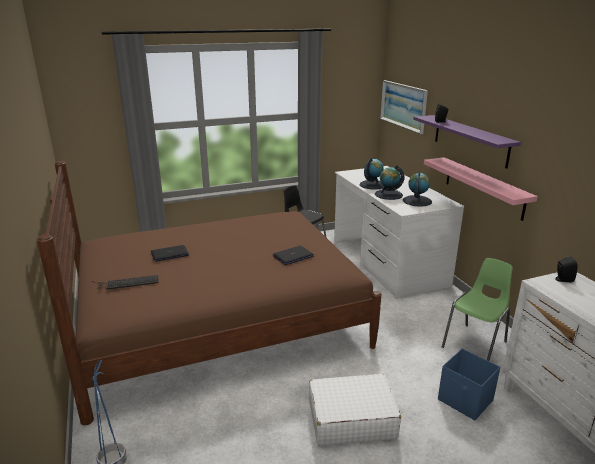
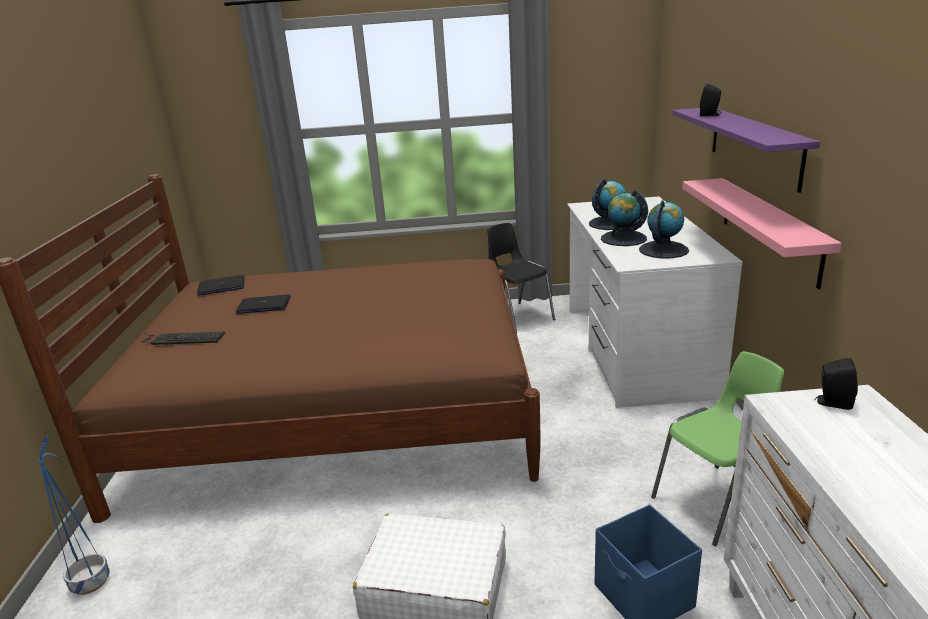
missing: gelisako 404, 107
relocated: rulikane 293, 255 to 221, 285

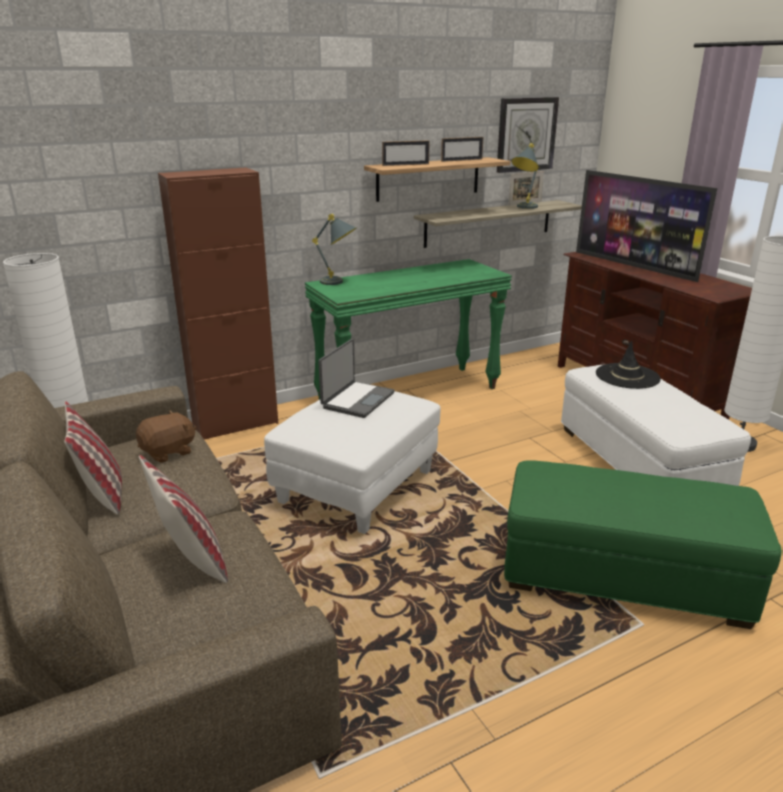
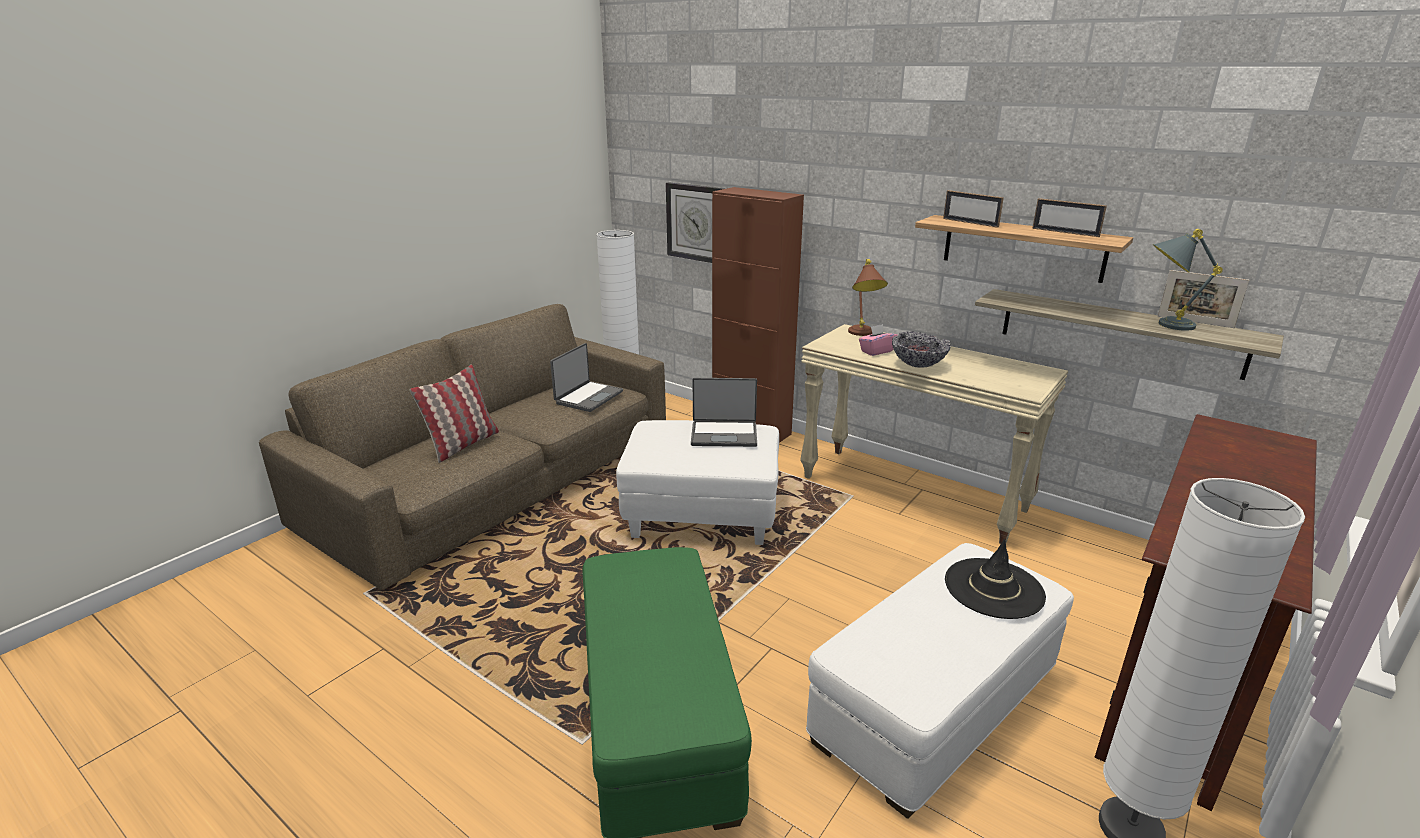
missing: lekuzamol 93, 458; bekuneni 646, 226
appeared: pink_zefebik 878, 340; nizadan 921, 349
relocated: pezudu 528, 135 to 695, 222
exchanged: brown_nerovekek 166, 436 to rulikane 586, 377
colour: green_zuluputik 408, 329 to beige_zuluputik 934, 434; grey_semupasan 334, 249 to brown_semupasan 868, 297

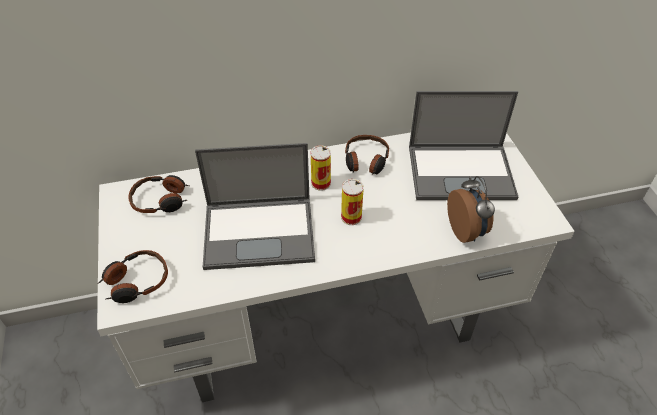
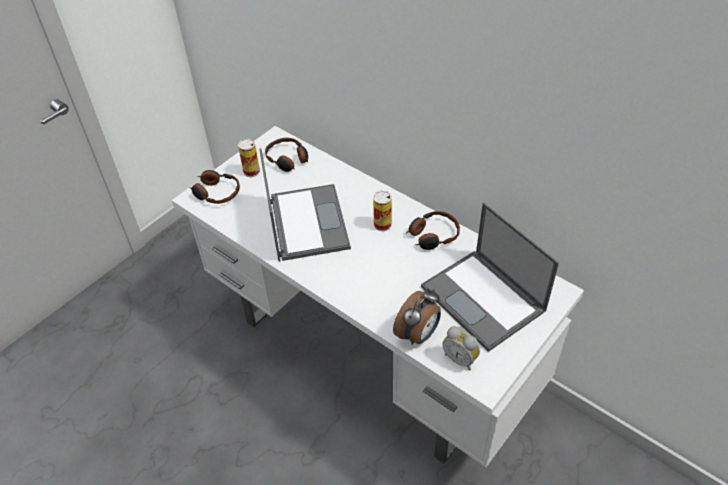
appeared: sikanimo 461, 348
relocated: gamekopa 352, 202 to 249, 158
spun: rulikane 255, 206 = 305, 204 150 degrees counterclockwise

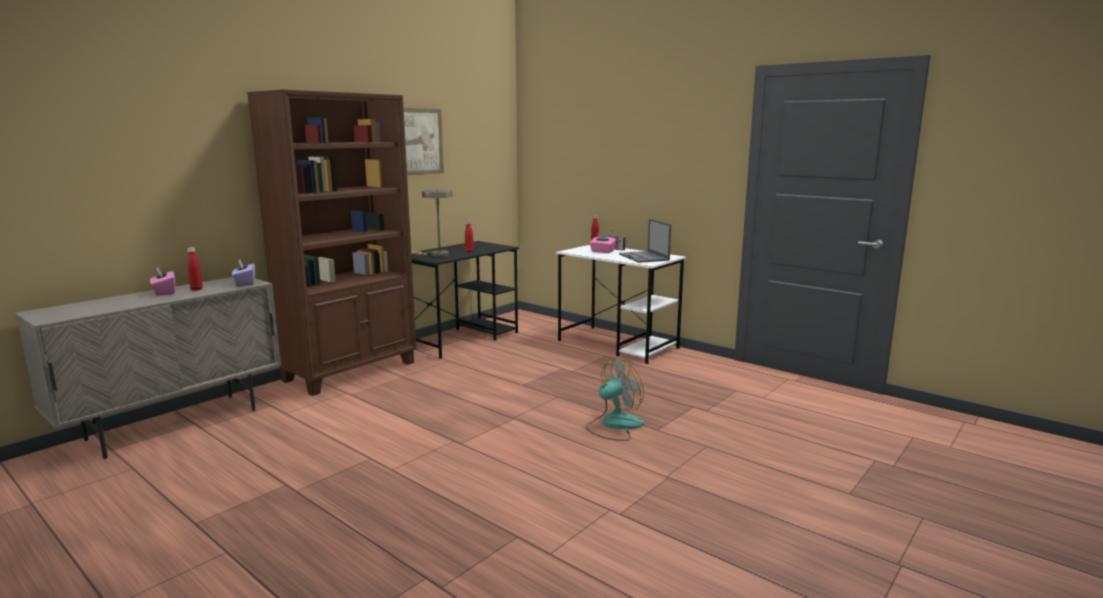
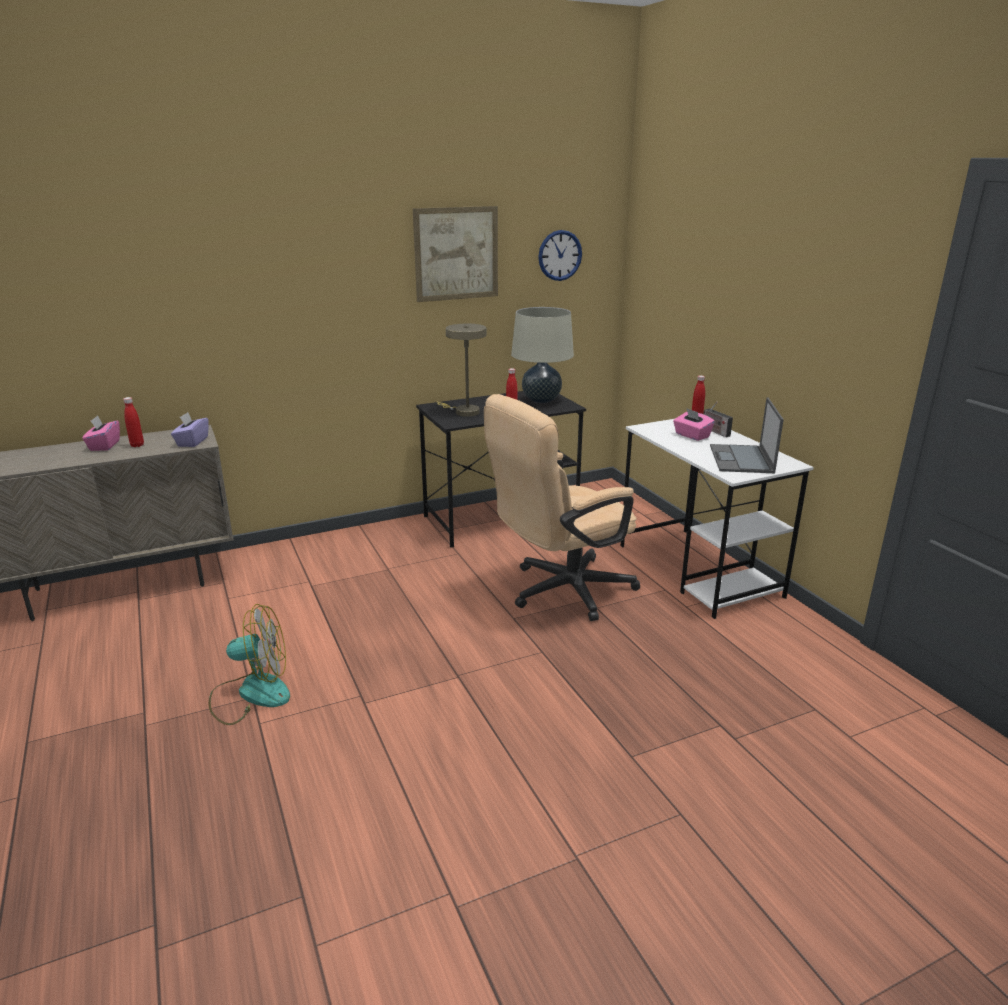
missing: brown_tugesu 331, 242
appeared: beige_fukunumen 562, 507; beige_semupasan 542, 355; pezudu 560, 255
relocated: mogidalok 615, 399 to 249, 664

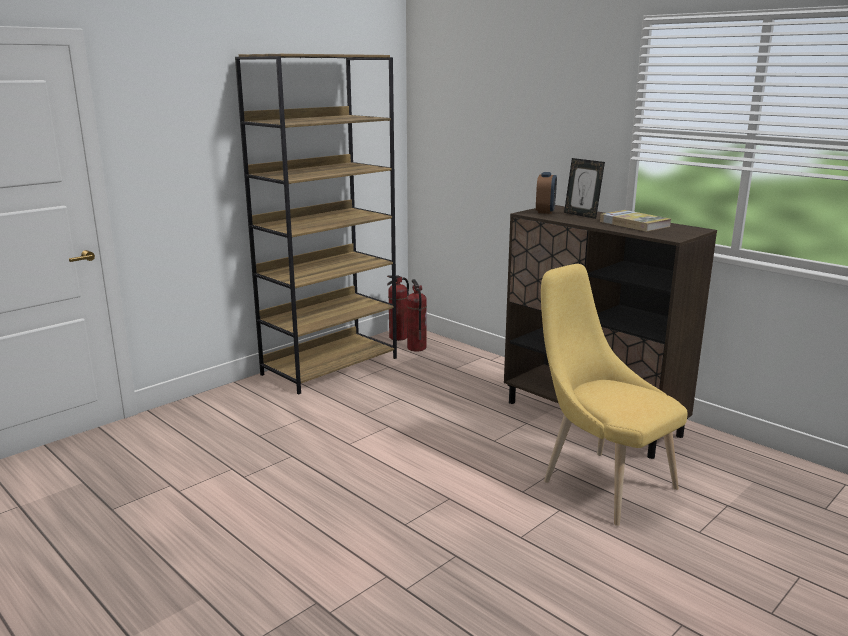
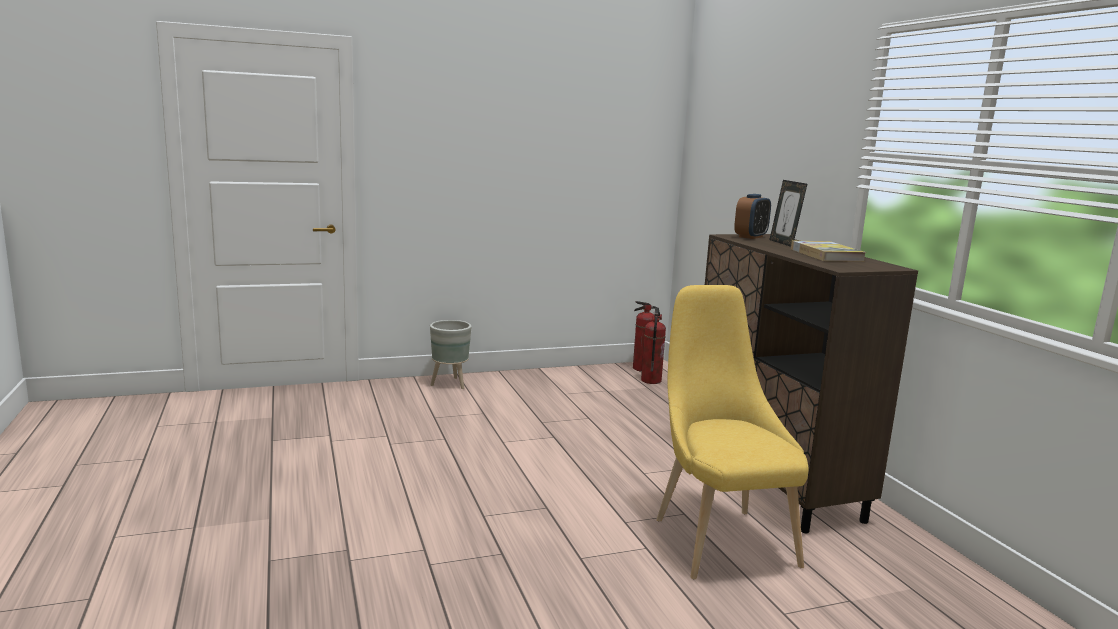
missing: brown_tugesu 316, 224
appeared: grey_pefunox 451, 354

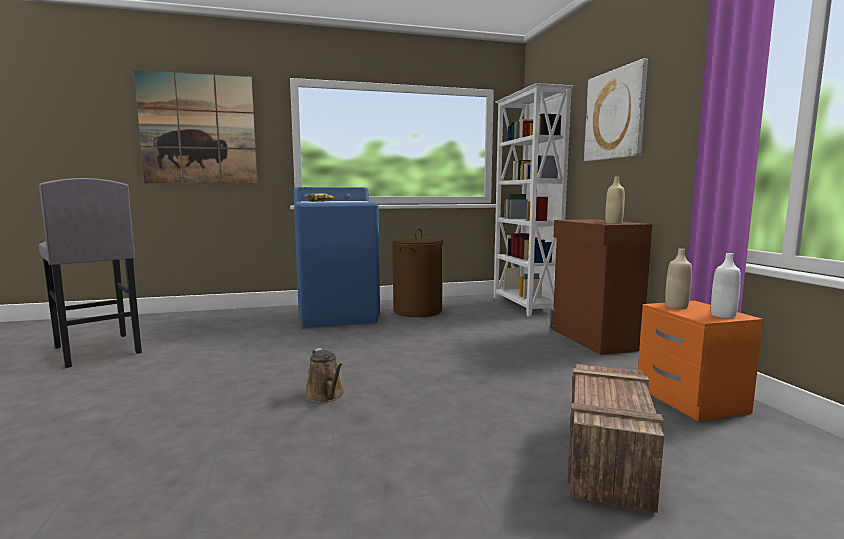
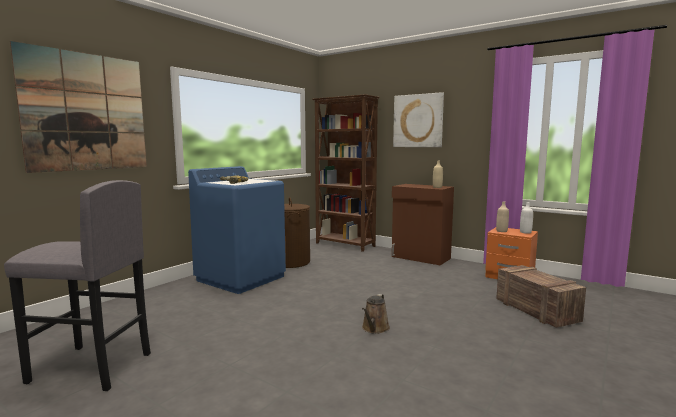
colour: white_tugesu 533, 200 to brown_tugesu 346, 173
spun: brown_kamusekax 324, 375 = 376, 314 90 degrees clockwise

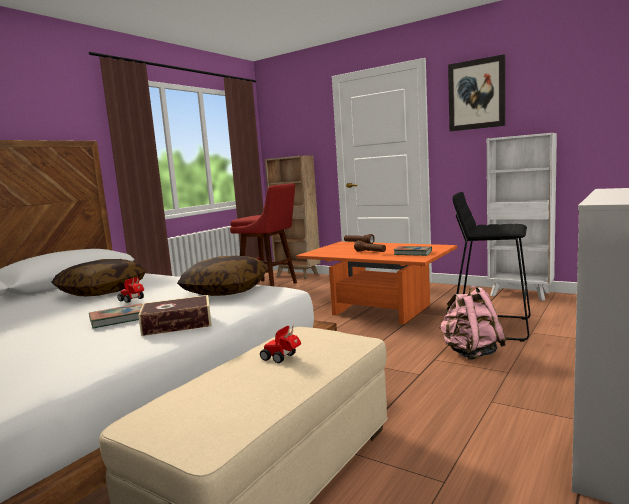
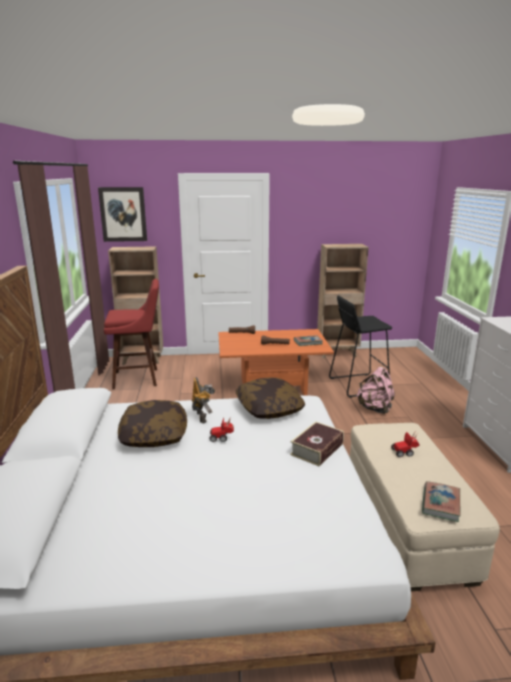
appeared: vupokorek 203, 400
relocated: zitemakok 116, 316 to 441, 501; gelisako 476, 93 to 122, 214
colour: white_tugesu 522, 217 to brown_tugesu 343, 301

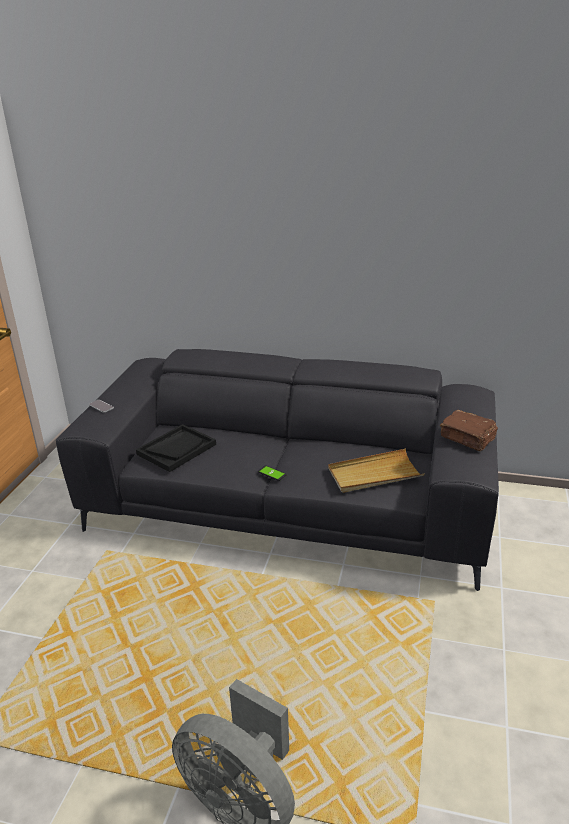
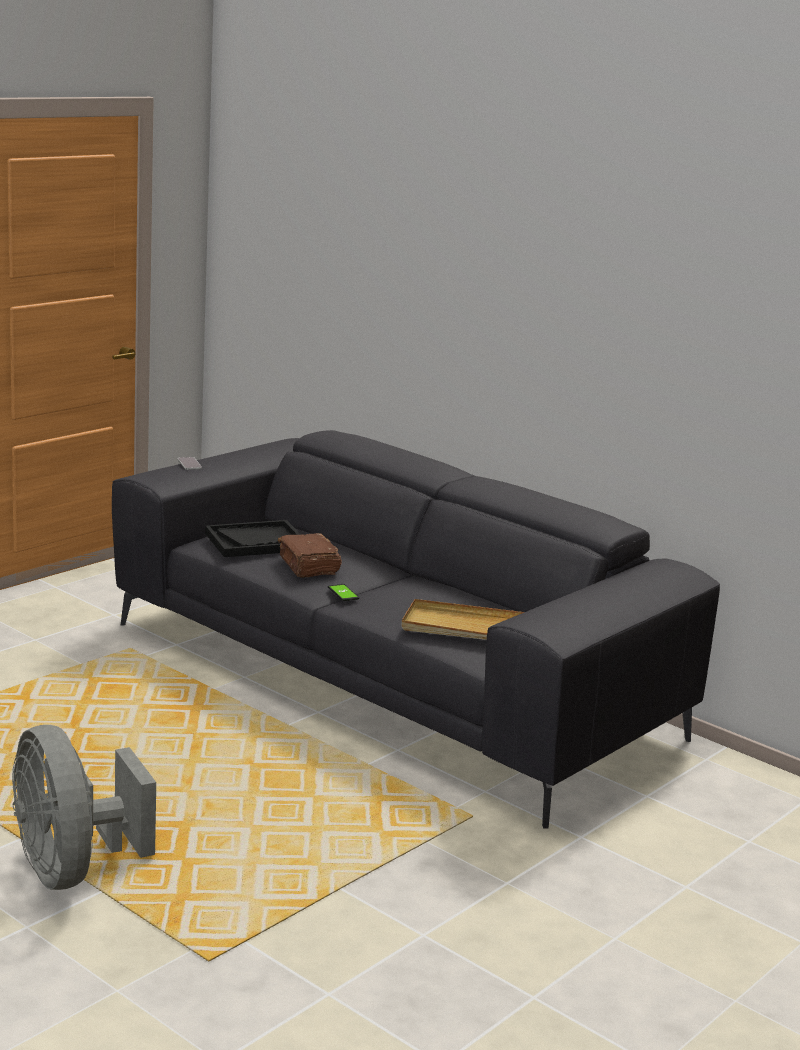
relocated: brown_zitemakok 469, 430 to 310, 555

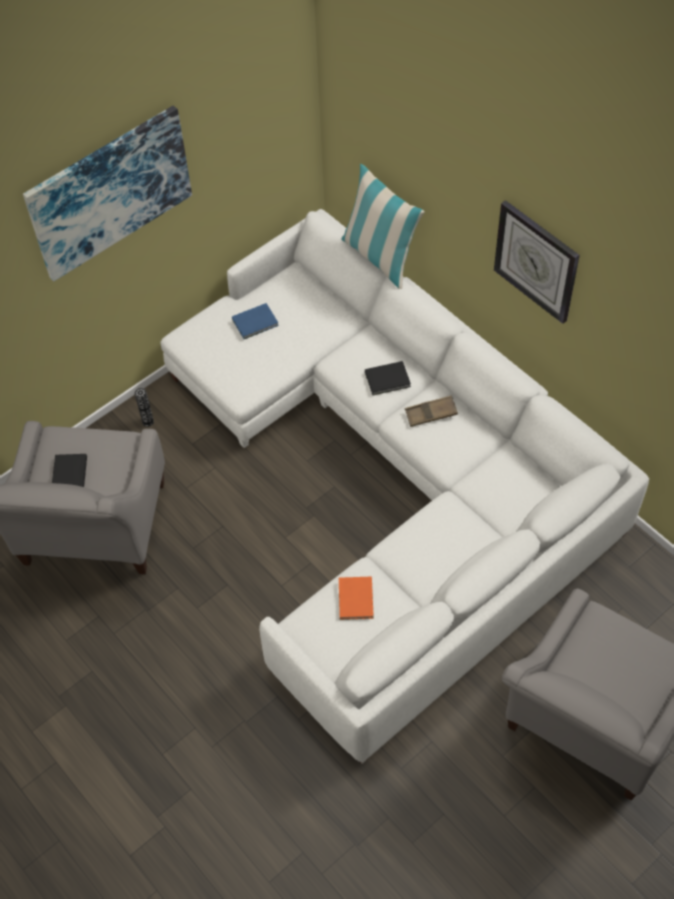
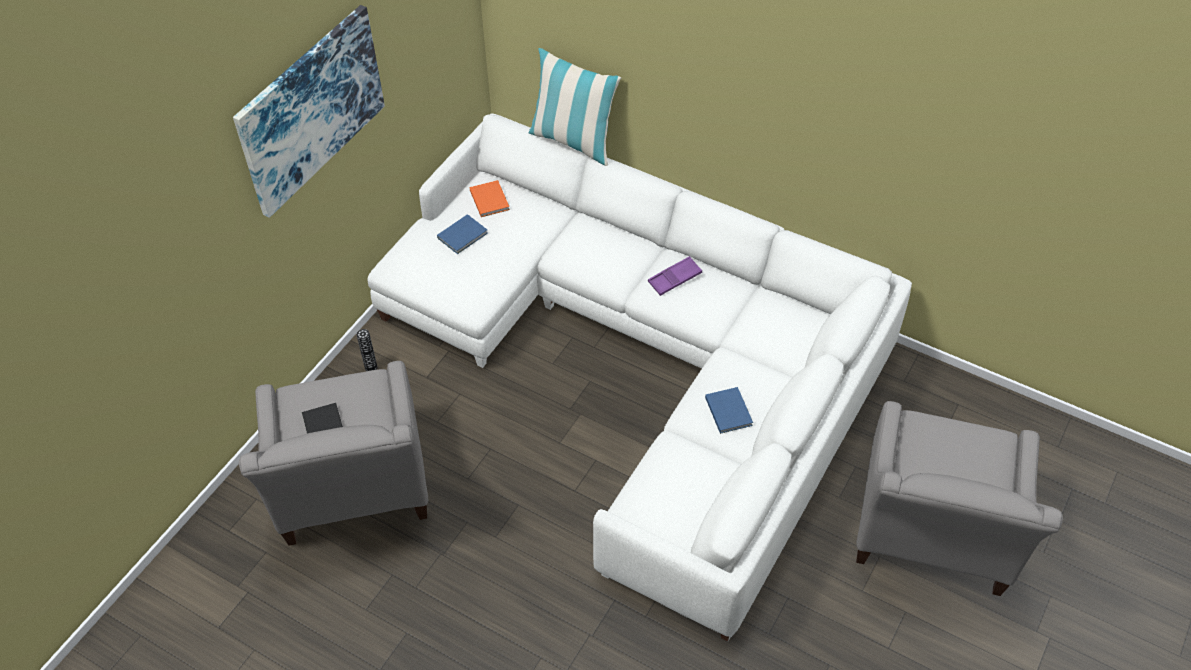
missing: black_zitemakok 388, 378; pezudu 537, 262
appeared: blue_zitemakok 729, 410
relocated: orange_zitemakok 356, 598 to 490, 198
colour: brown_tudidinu 431, 411 to purple_tudidinu 675, 276

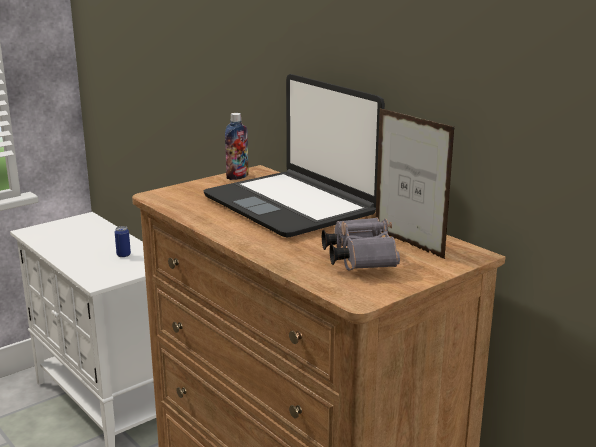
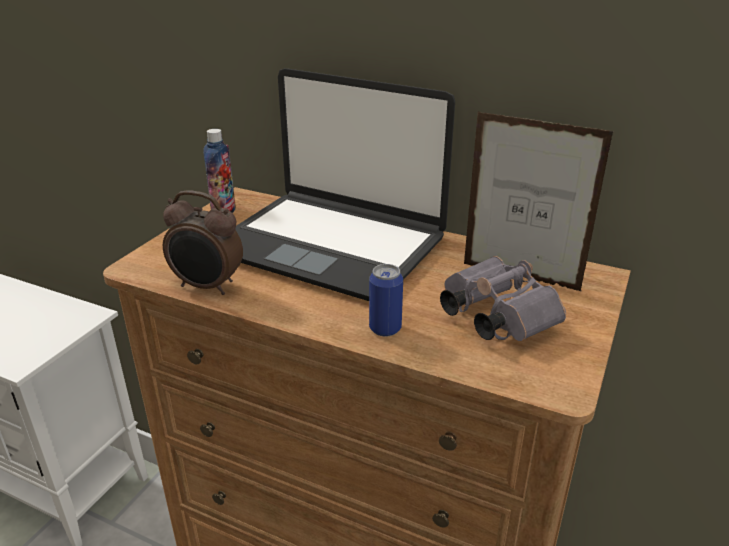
appeared: sikanimo 203, 242
relocated: gamekopa 123, 241 to 386, 300

